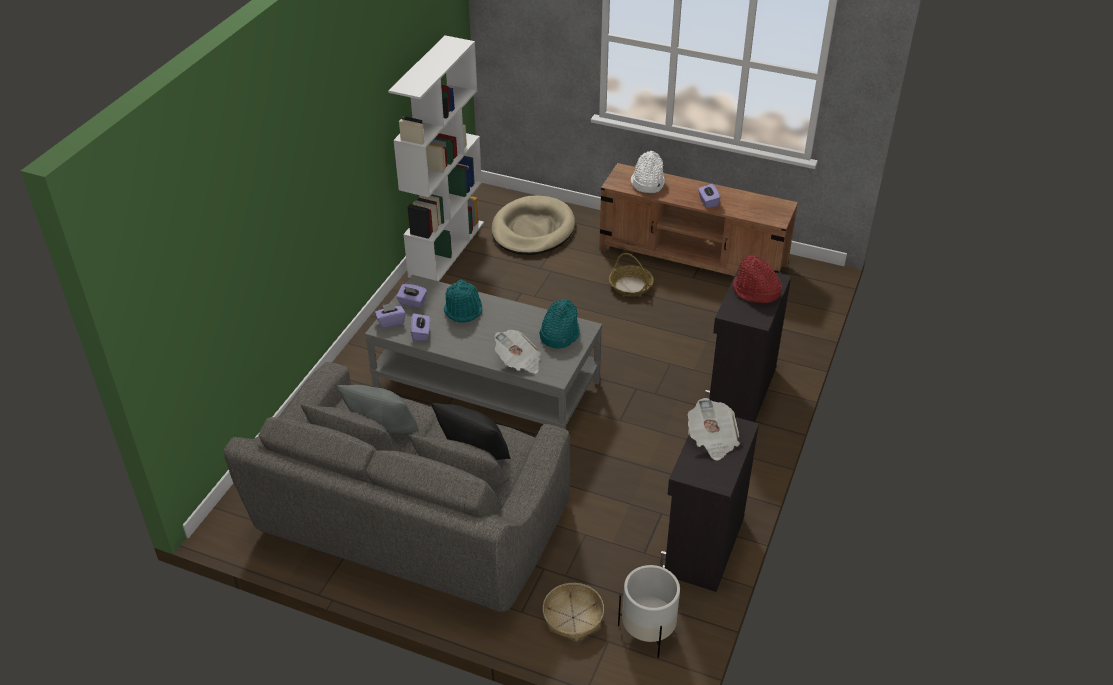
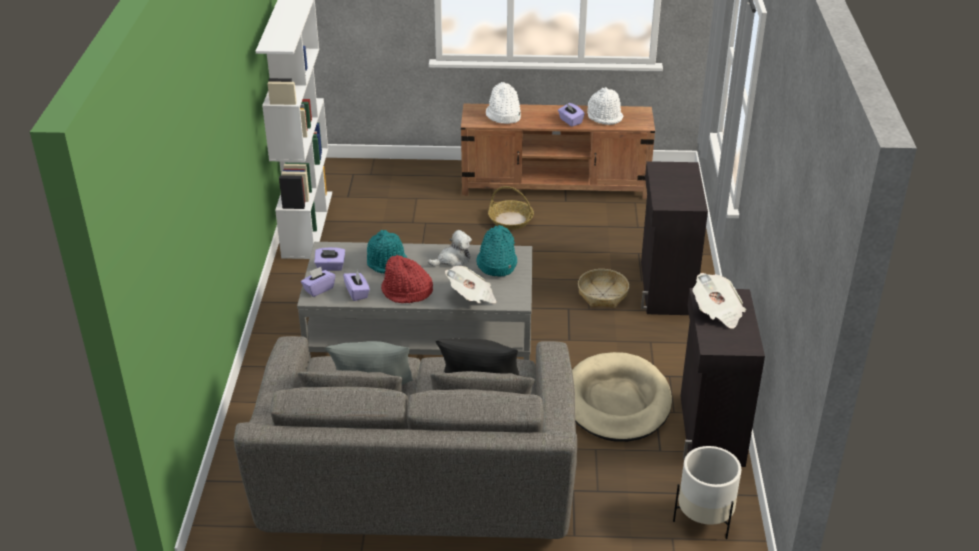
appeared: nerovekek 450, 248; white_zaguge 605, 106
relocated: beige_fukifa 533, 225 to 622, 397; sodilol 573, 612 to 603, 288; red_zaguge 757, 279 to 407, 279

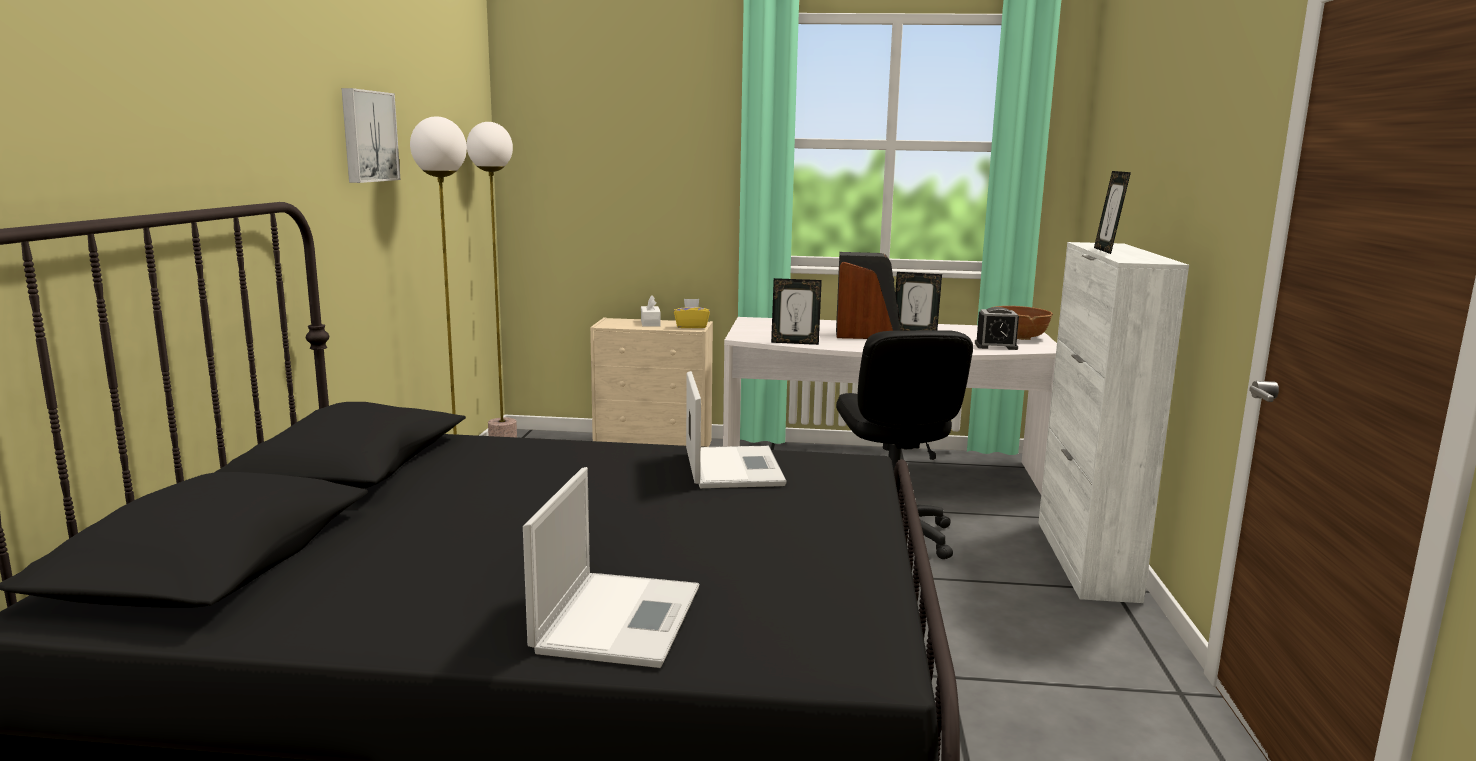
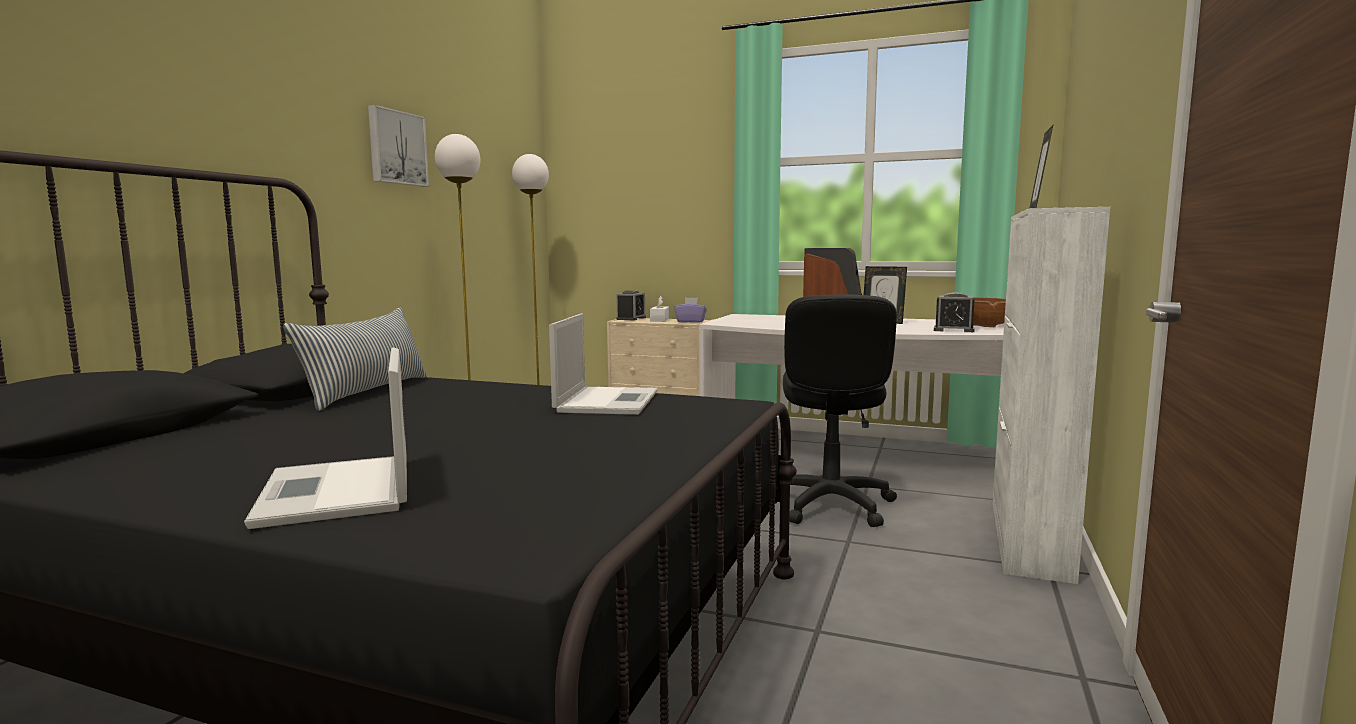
missing: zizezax 796, 311
appeared: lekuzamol 355, 359; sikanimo 631, 305
colour: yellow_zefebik 692, 313 to purple_zefebik 690, 310
spun: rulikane 611, 567 = 325, 438 135 degrees clockwise

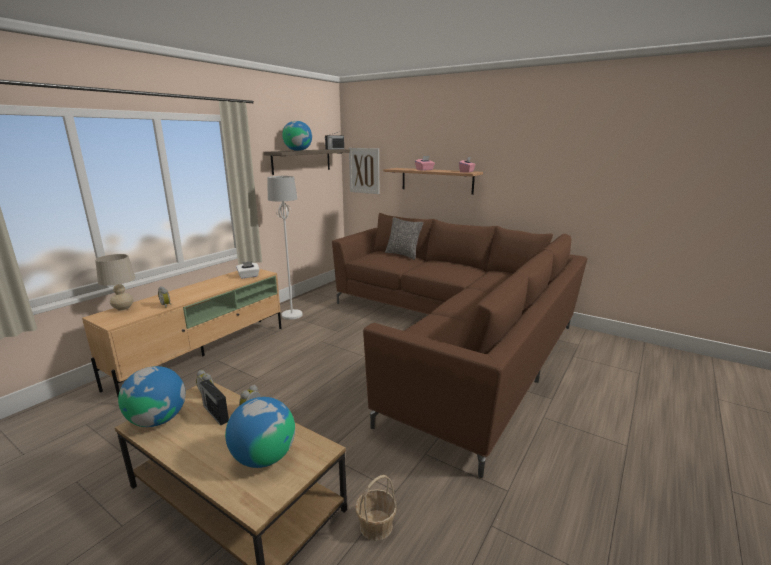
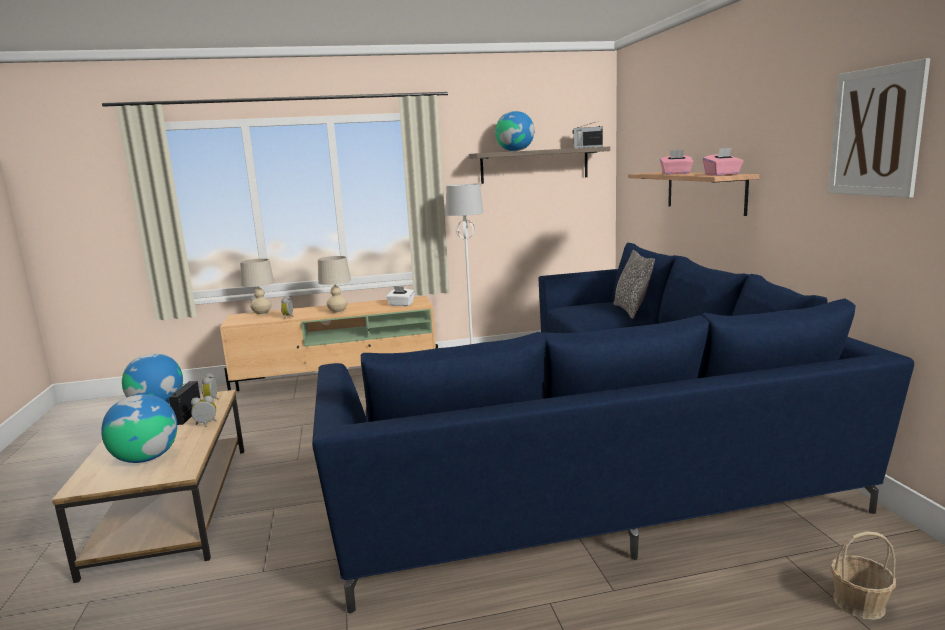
appeared: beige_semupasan 334, 284
relocated: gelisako 364, 171 to 879, 128; sodilol 376, 508 to 863, 575
colour: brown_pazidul 459, 345 to blue_pazidul 613, 428

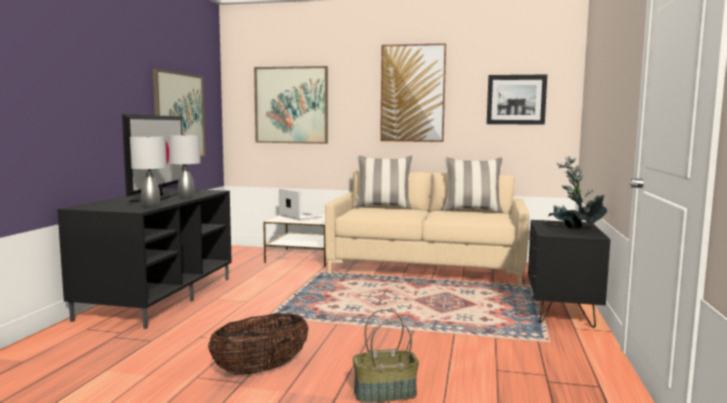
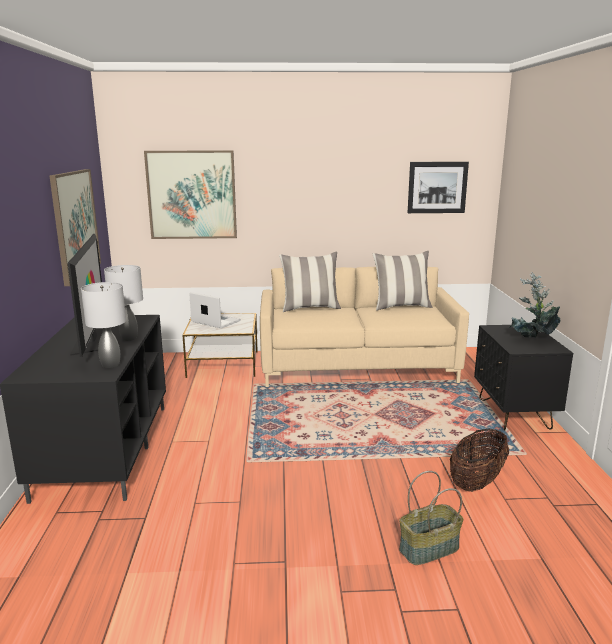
missing: gelisako 413, 92
relocated: sodilol 258, 344 to 479, 460

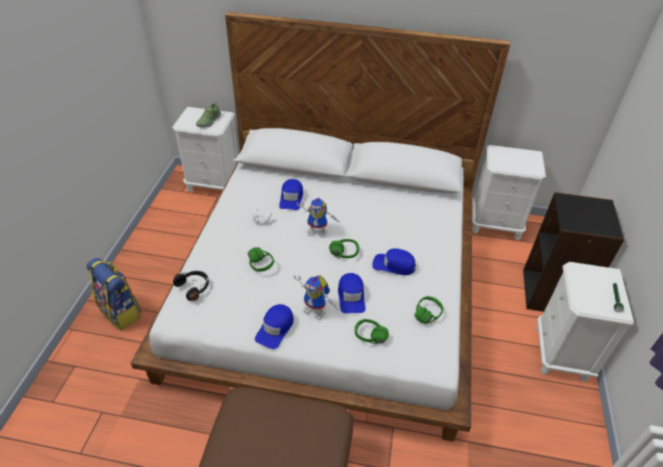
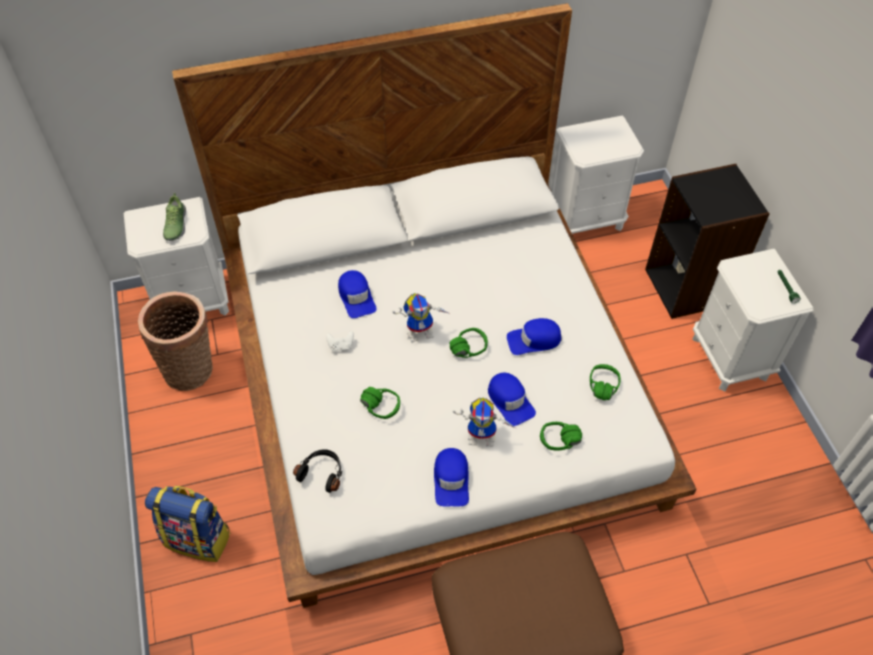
appeared: sodilol 175, 341

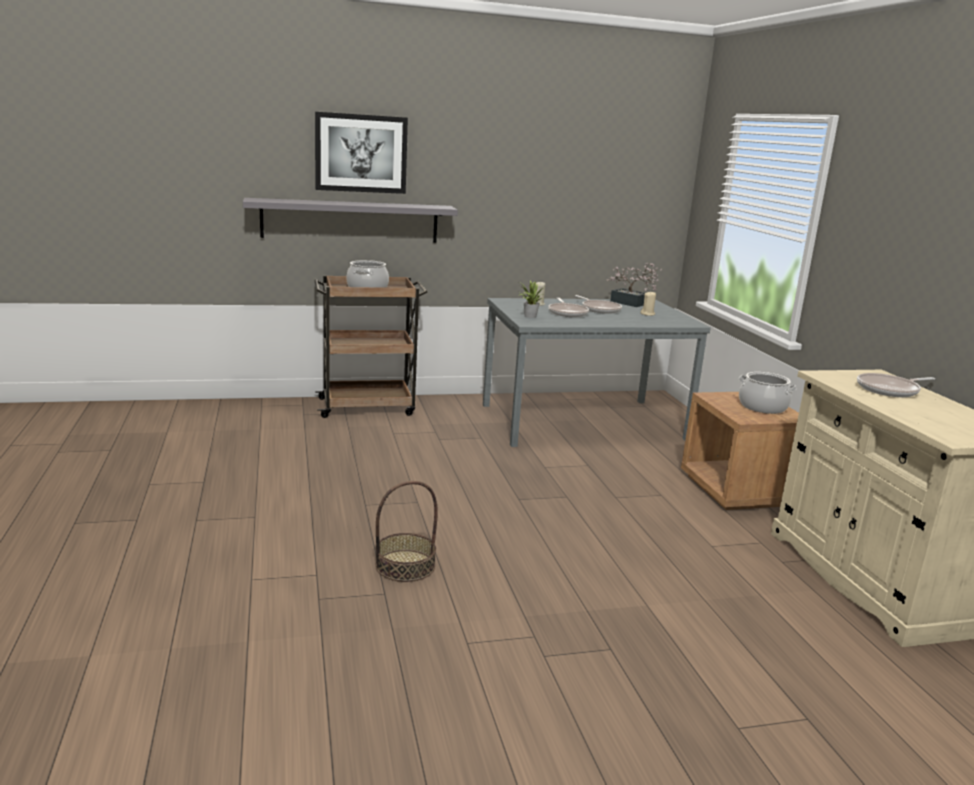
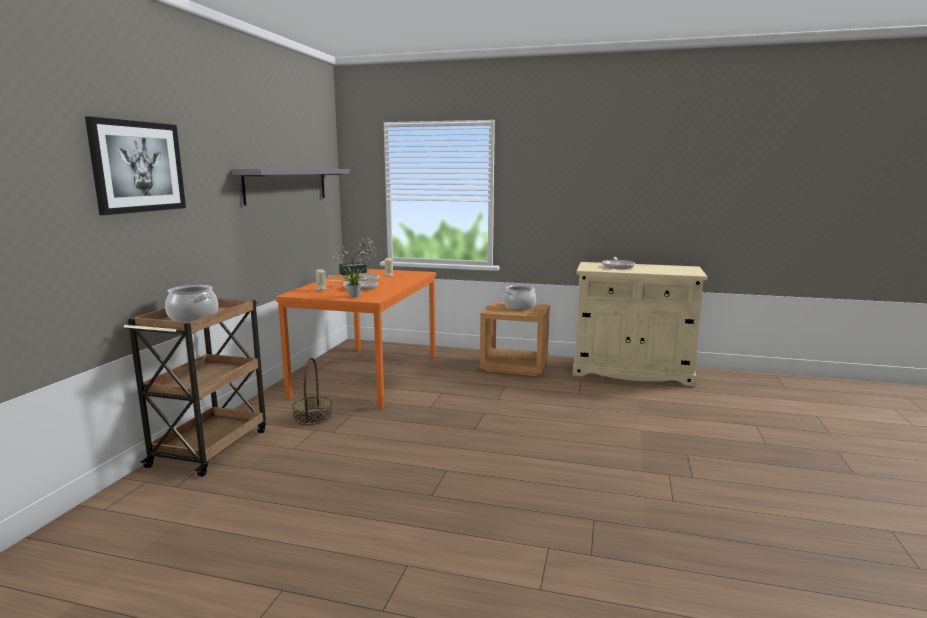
relocated: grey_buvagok 350, 220 to 291, 187; sodilol 406, 531 to 312, 391
colour: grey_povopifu 597, 372 to orange_povopifu 355, 339

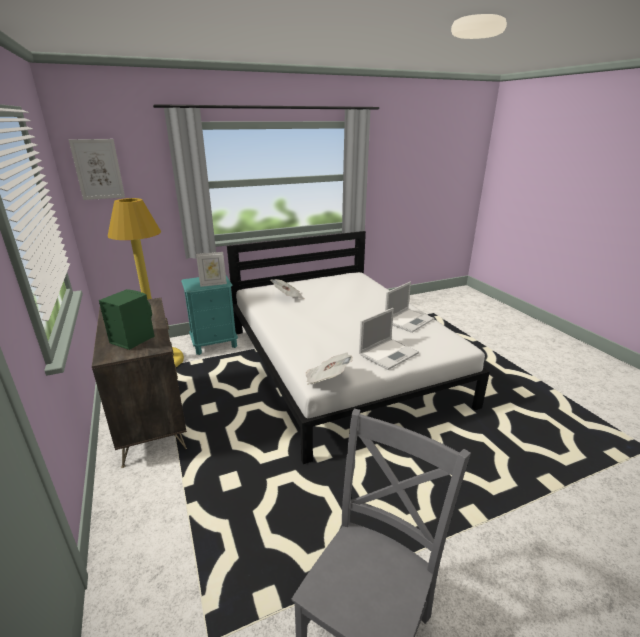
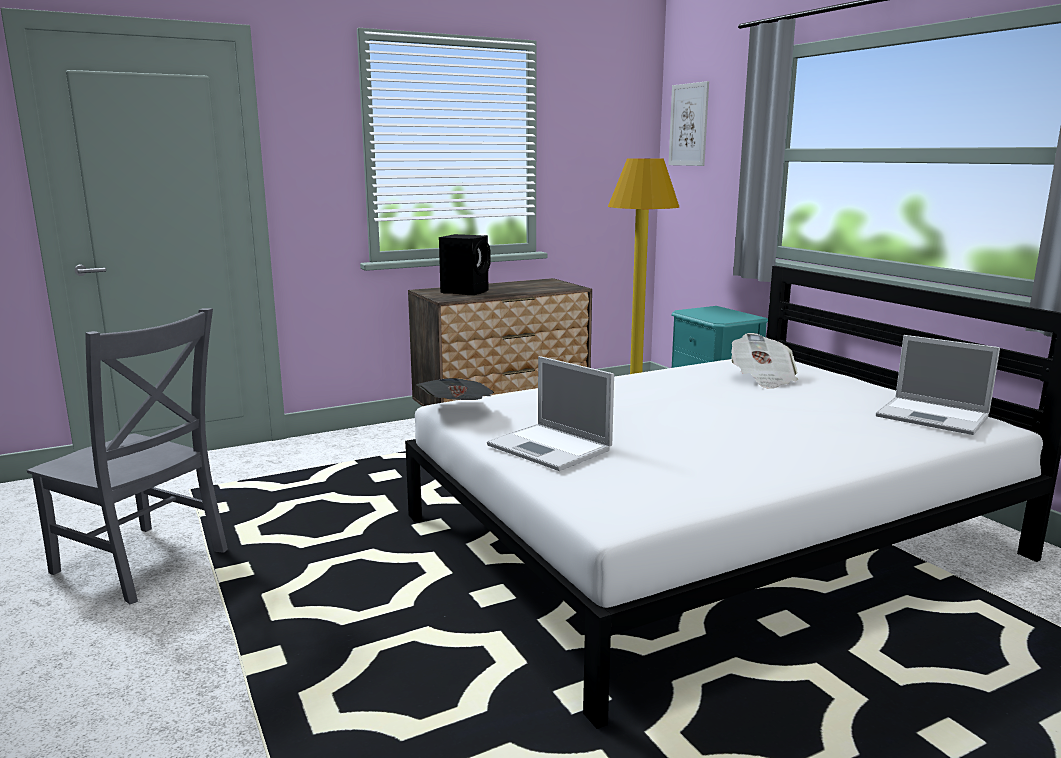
missing: zizezax 211, 269
relocated: rulikane 409, 307 to 938, 385
colour: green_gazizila 127, 319 to black_gazizila 465, 264

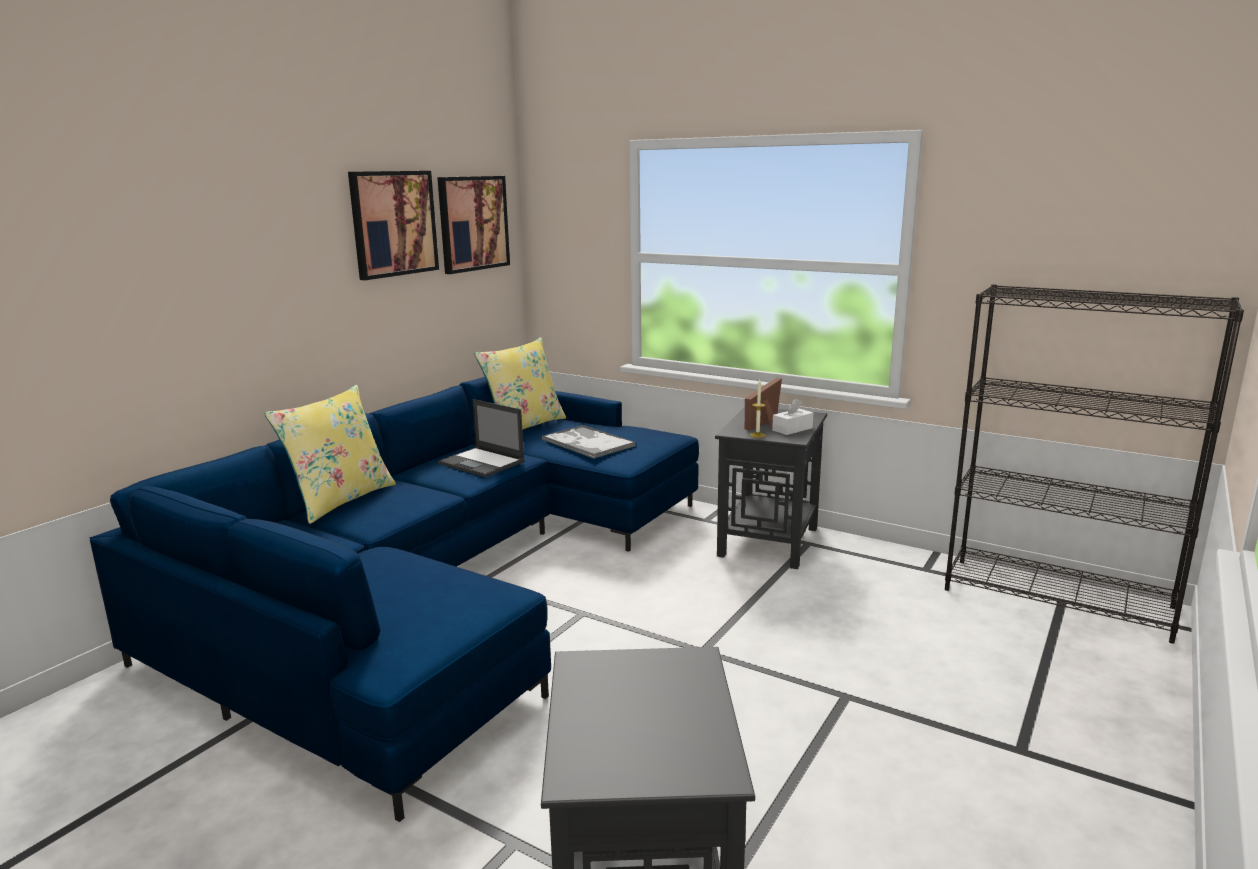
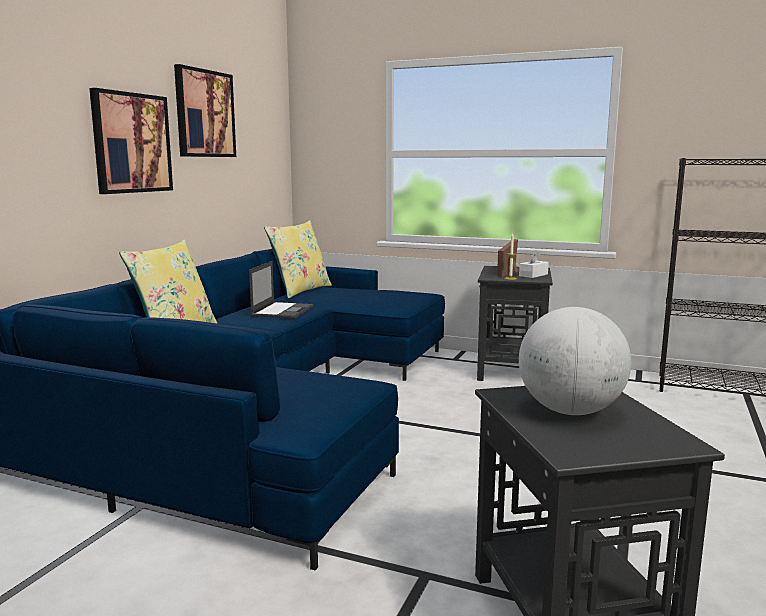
missing: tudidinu 589, 442
appeared: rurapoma 575, 361
relocated: gelisako 473, 225 to 131, 141
spun: rulikane 481, 438 = 281, 290 105 degrees counterclockwise

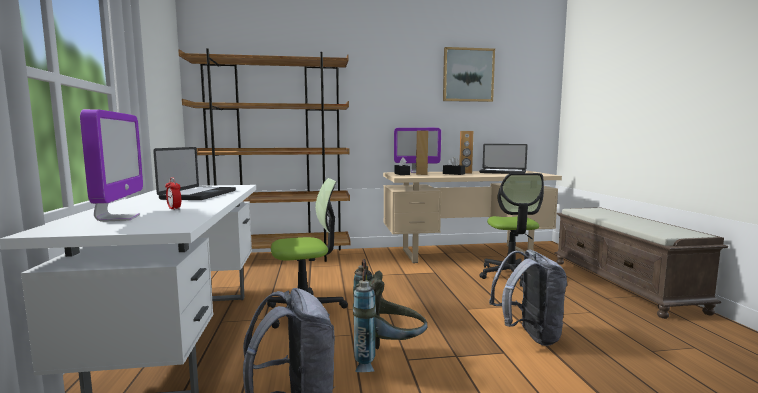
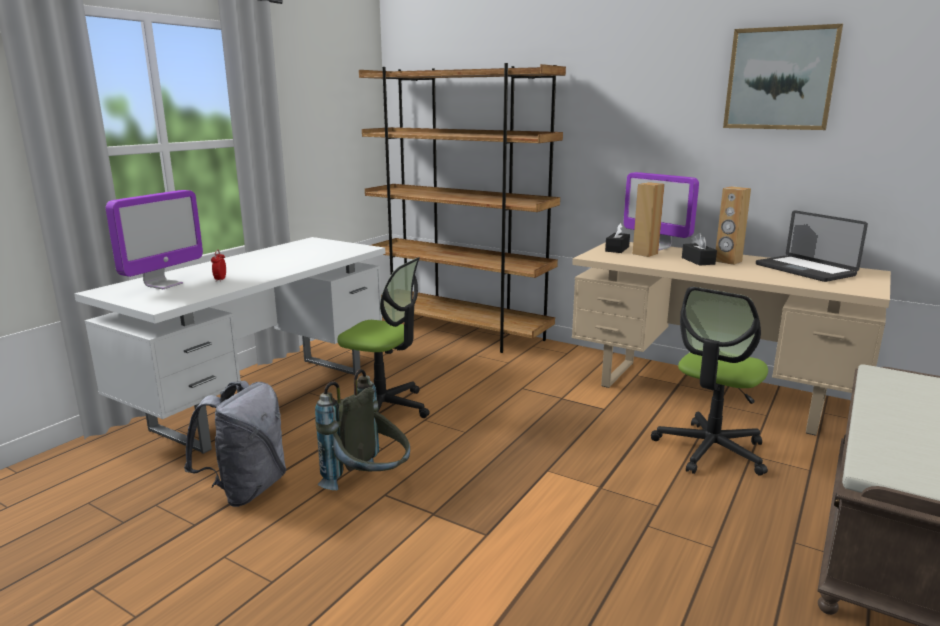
missing: rulikane 194, 173; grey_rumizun 528, 297

